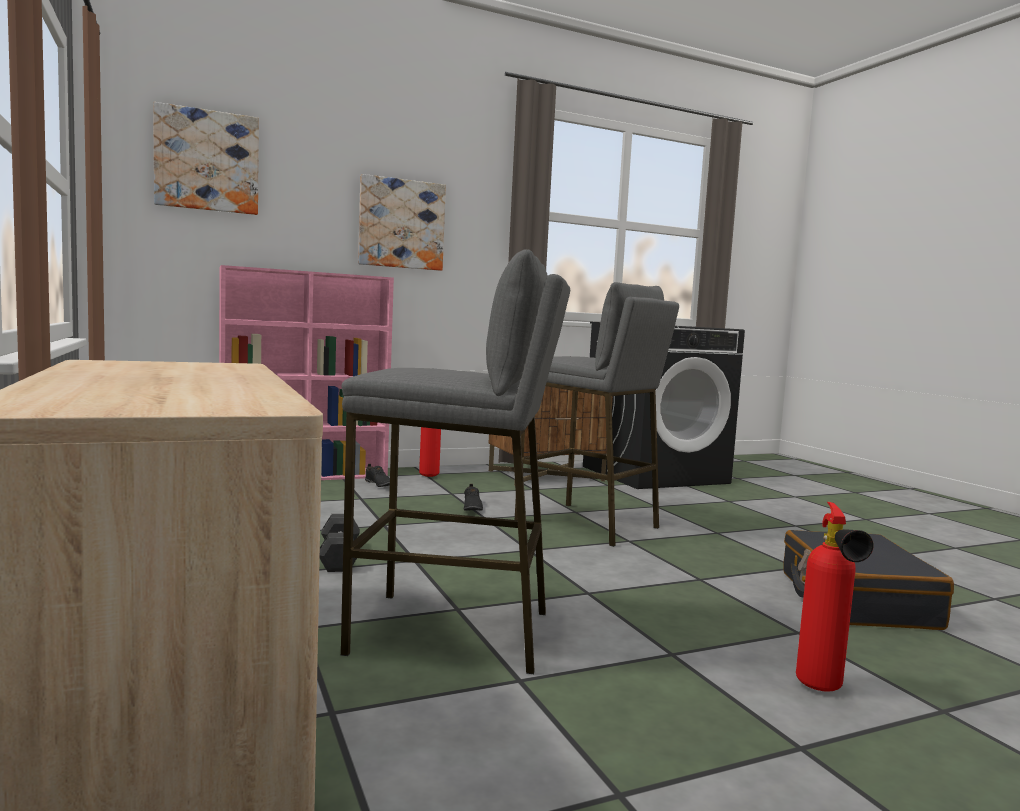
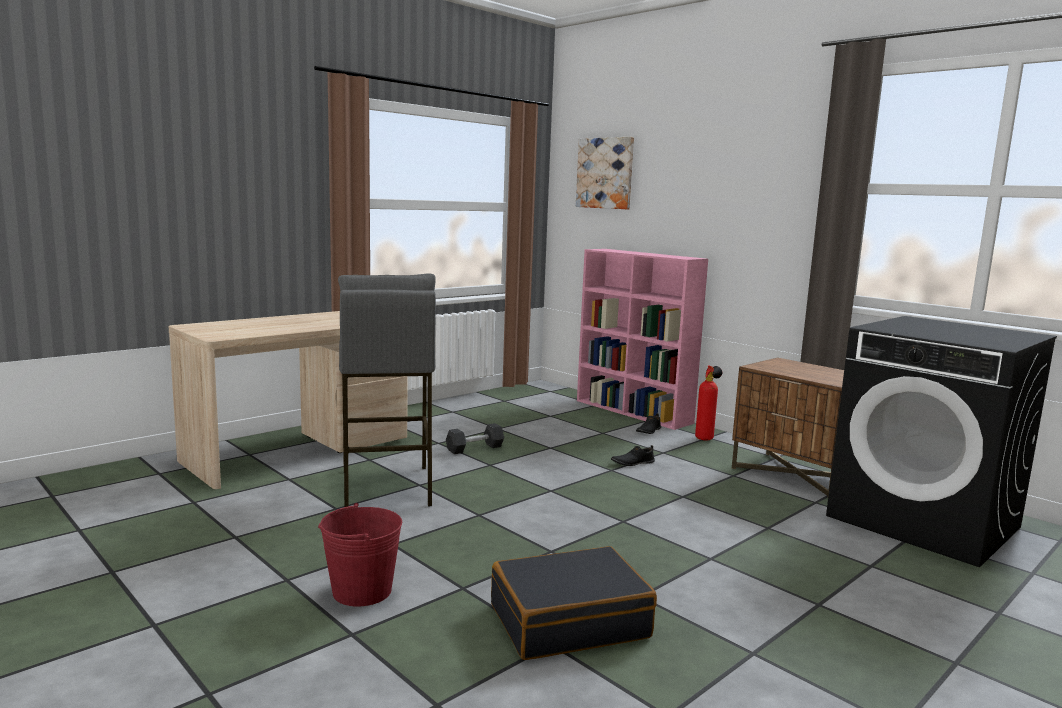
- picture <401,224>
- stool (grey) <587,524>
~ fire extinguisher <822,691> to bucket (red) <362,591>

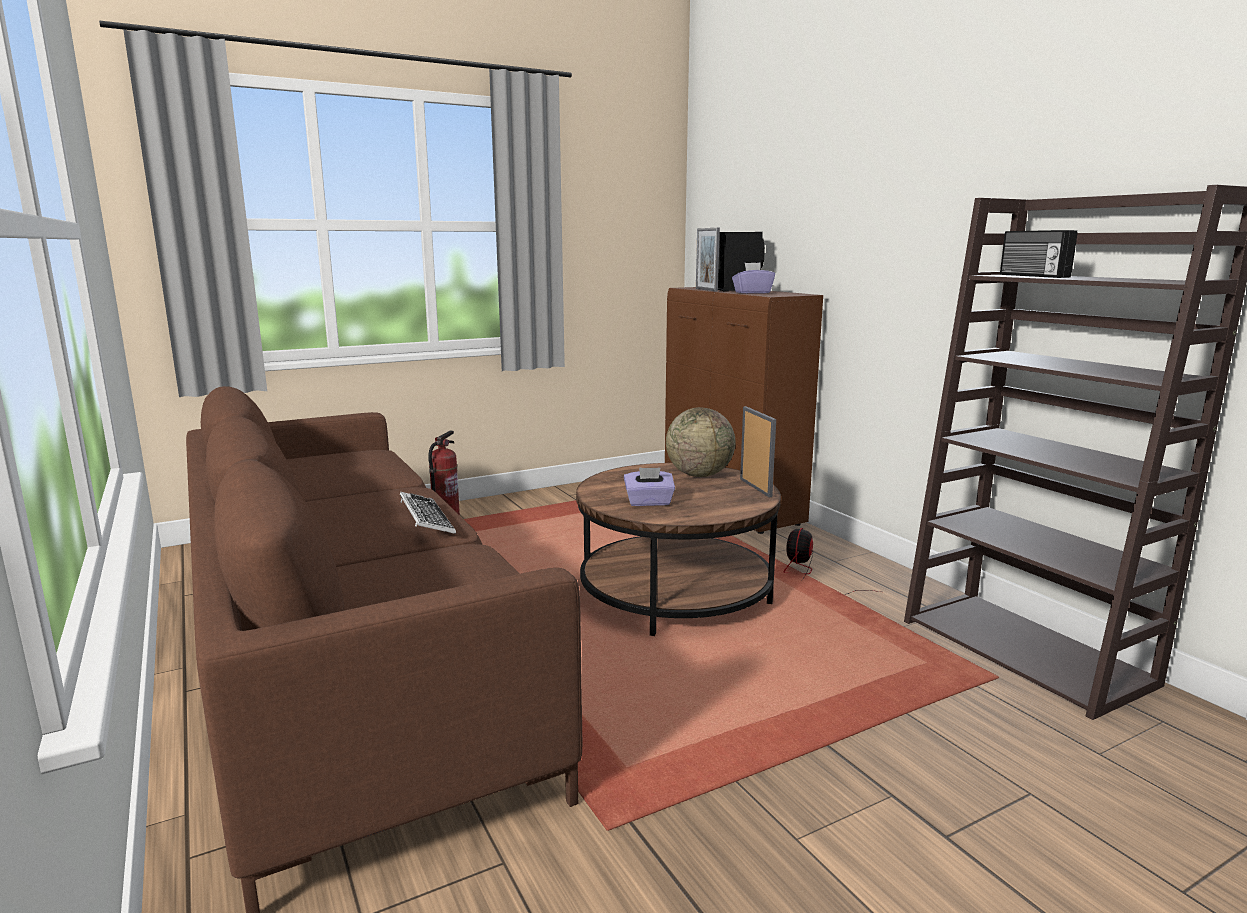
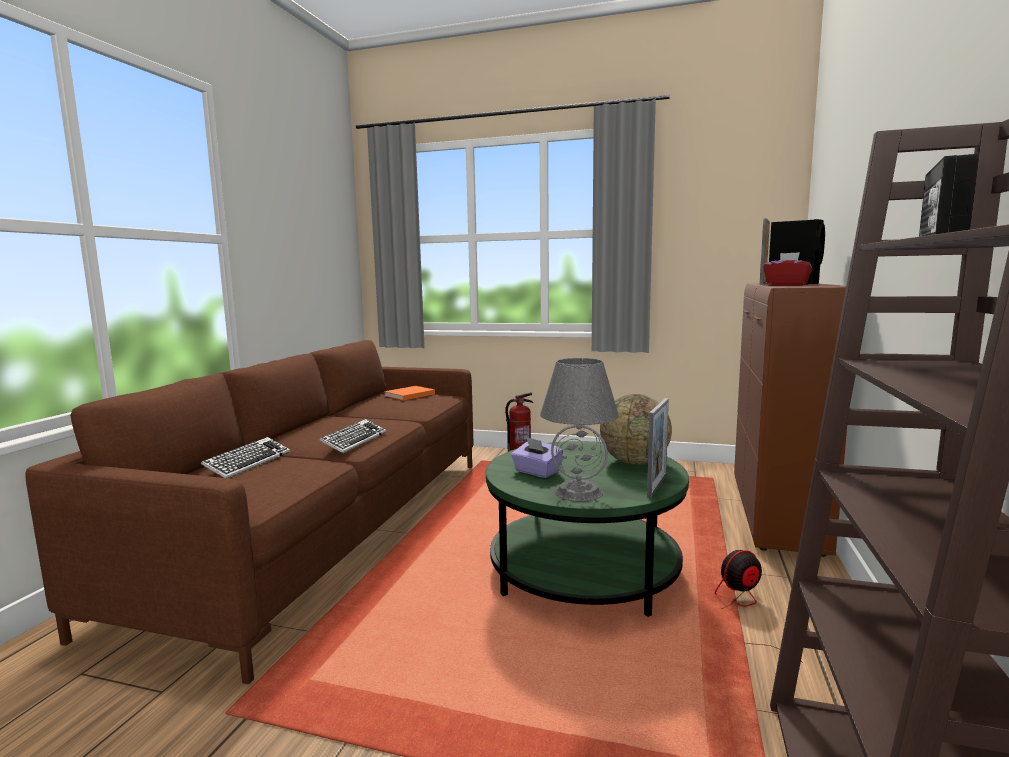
~ coffee table (brown) <675,593> to coffee table (green) <584,570>
~ tissue box (purple) <752,293> to tissue box (red) <786,285>
+ keyboard <248,463>
+ book (orange) <408,395>
+ table lamp (grey) <579,492>

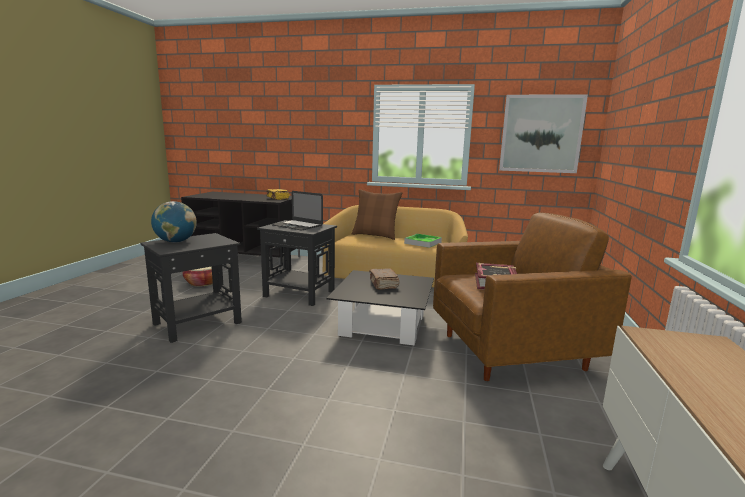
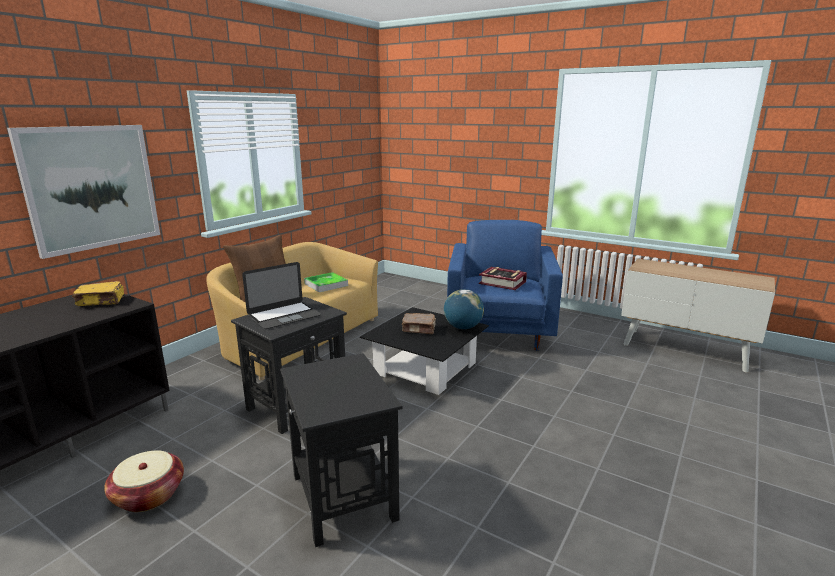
~ globe <176,242> to <463,327>
~ armchair (brown) <510,352> to armchair (blue) <499,331>
~ picture <541,134> to <91,187>

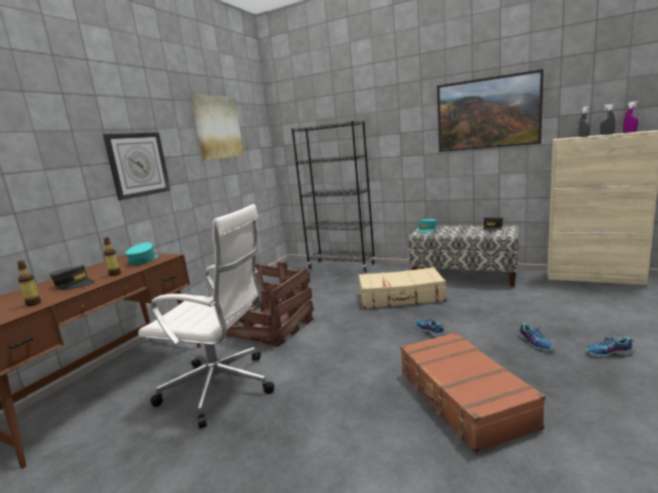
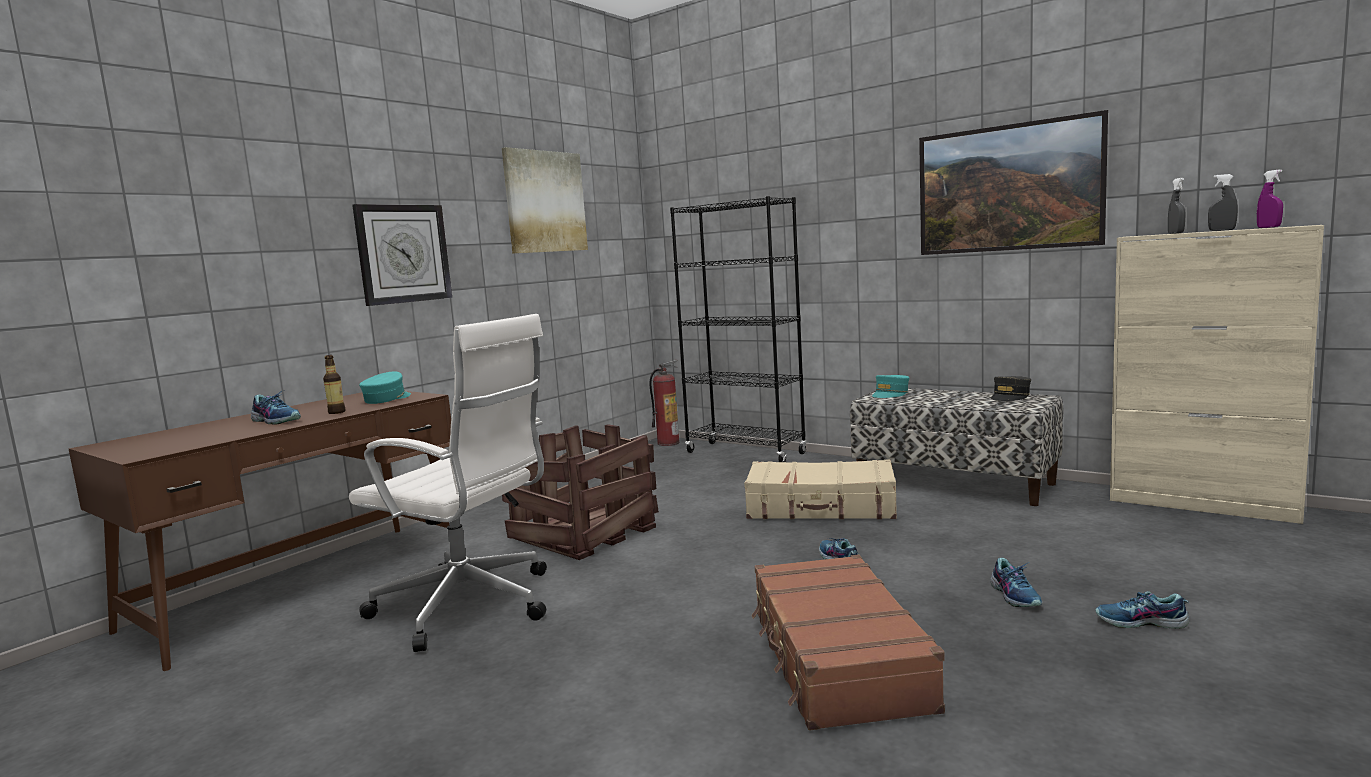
- bottle <33,304>
~ cap (grey) <74,284> to shoe <276,420>
+ fire extinguisher <668,443>

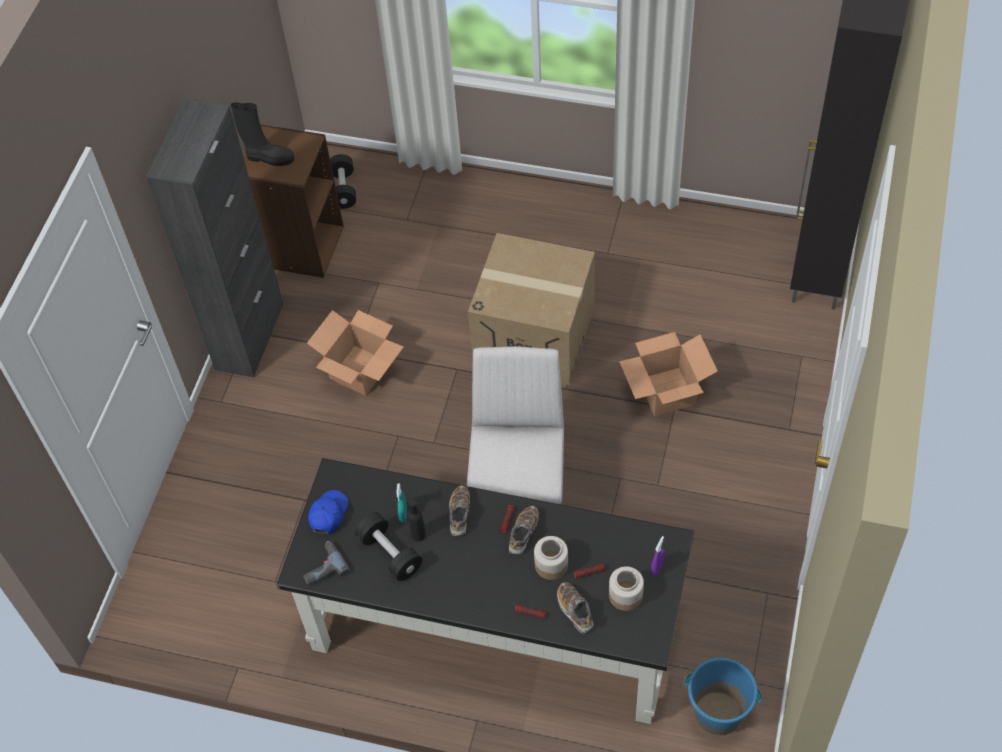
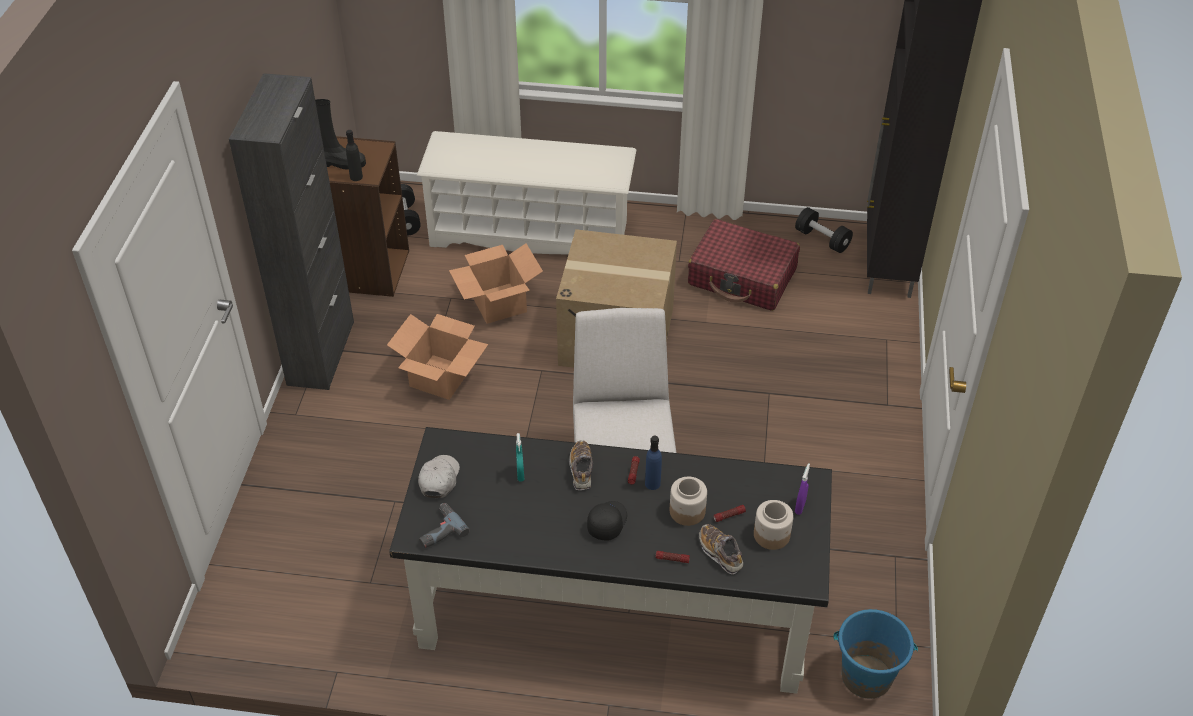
~ cap (blue) <328,514> to cap (white) <439,479>
~ dumbbell (black) <390,553> to <822,239>
~ bottle (black) <418,534> to <356,177>
~ shoe <523,533> to bottle (blue) <652,483>
~ cardboard box <667,392> to <499,304>
+ shoe rack (white) <531,233>
+ cap (black) <607,522>
+ suitcase (red) <742,277>

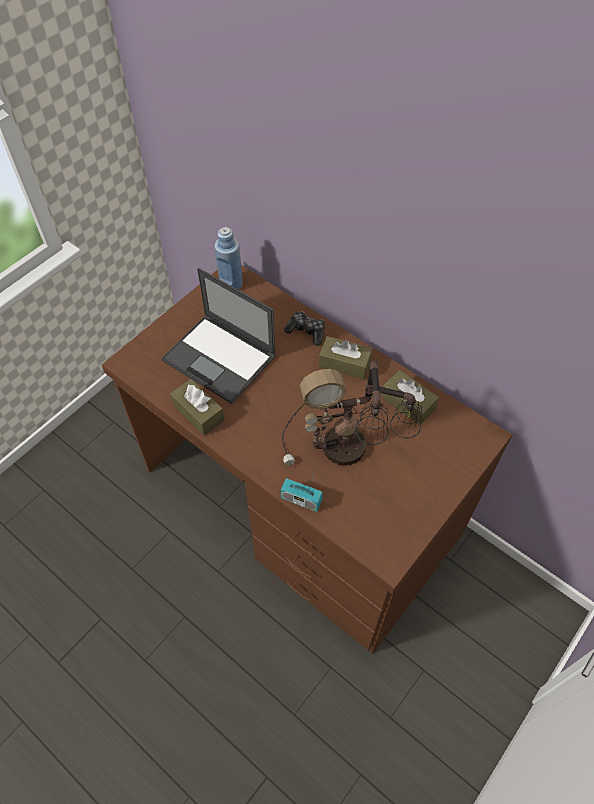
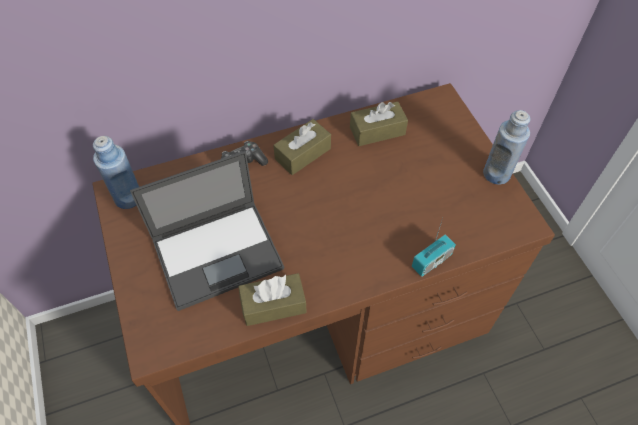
- table lamp <347,448>
+ bottle (blue) <496,174>

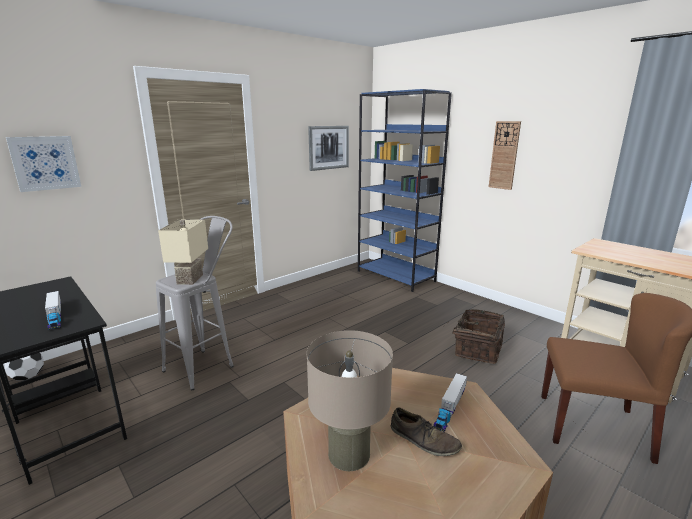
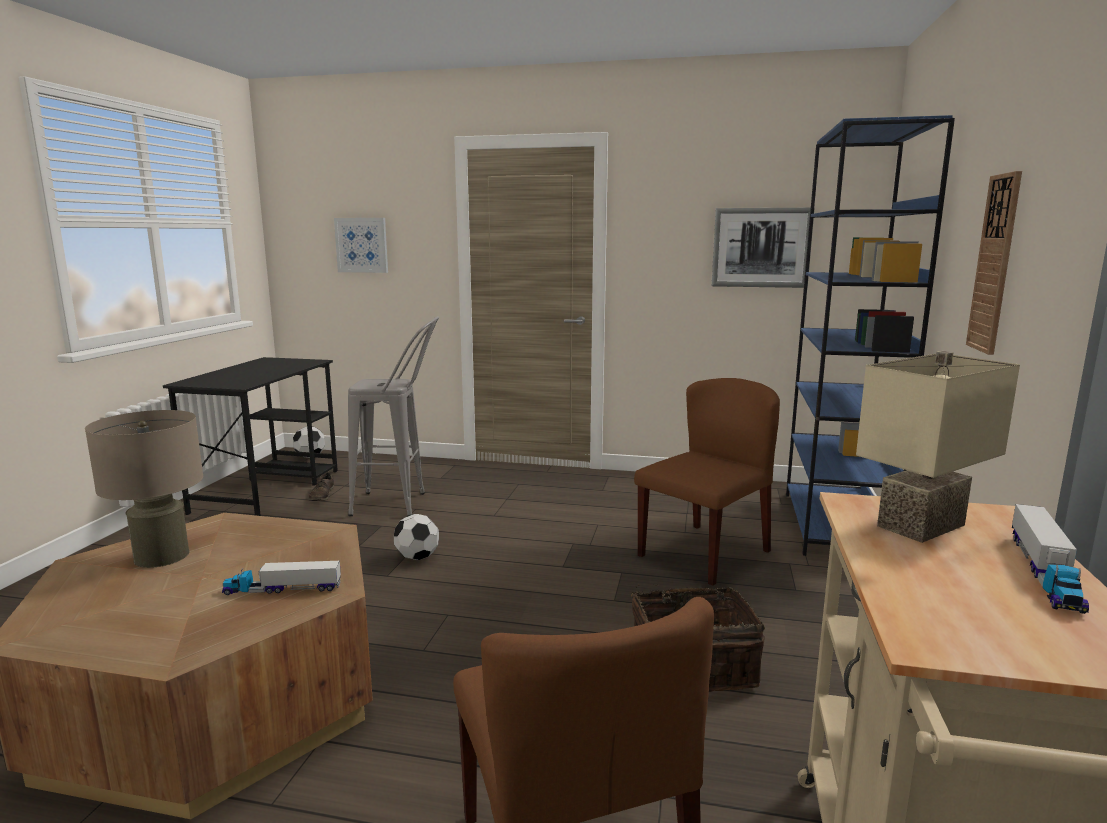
~ toy truck <55,316> to <1044,572>
~ table lamp (beige) <191,279> to <924,527>
~ shoe (brown) <424,440> to <322,495>
+ football <417,557>
+ chair (brown) <704,552>

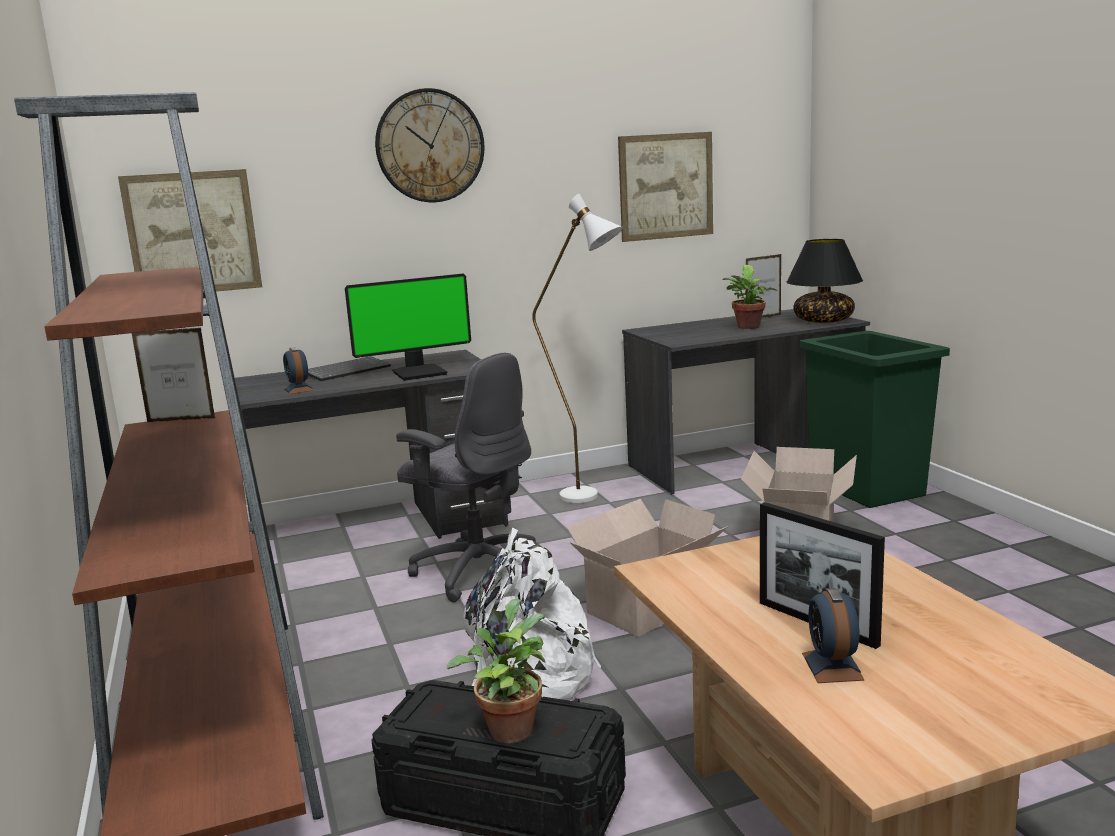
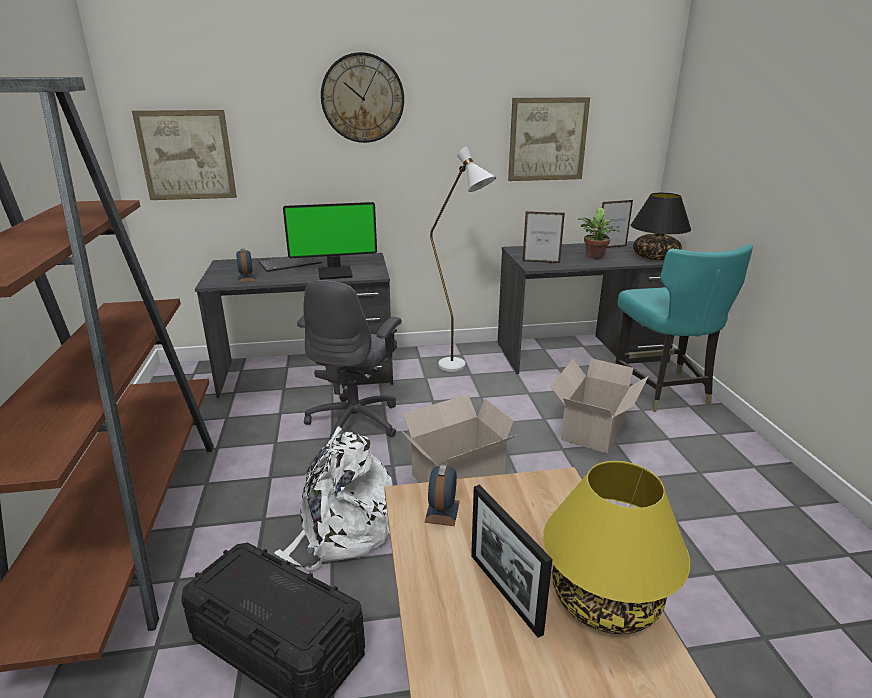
~ picture frame <181,420> to <541,262>
~ office chair (grey) <477,570> = <355,421> 60 degrees clockwise
- potted plant <510,727>
~ trash can (green) <866,488> to chair (turquoise) <662,391>
~ alarm clock <832,666> to <442,511>
+ table lamp (yellow) <604,599>

